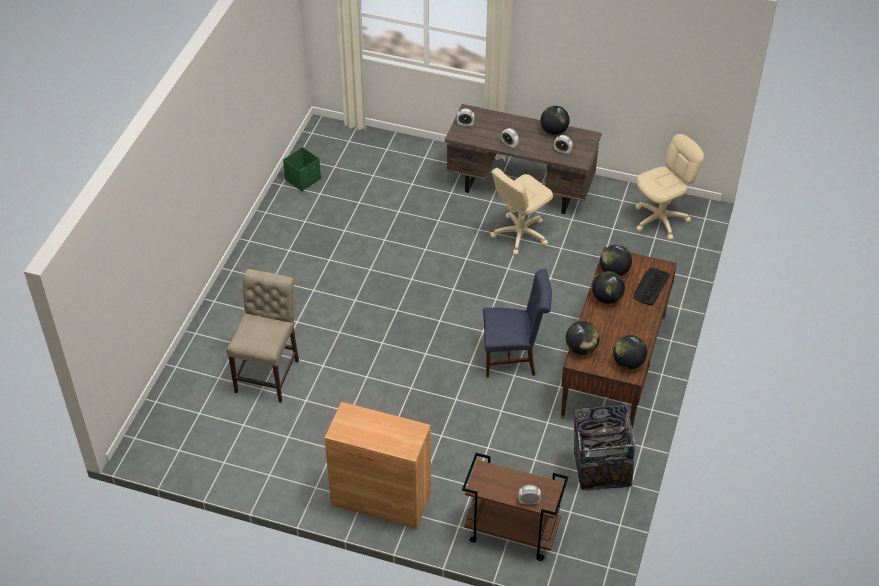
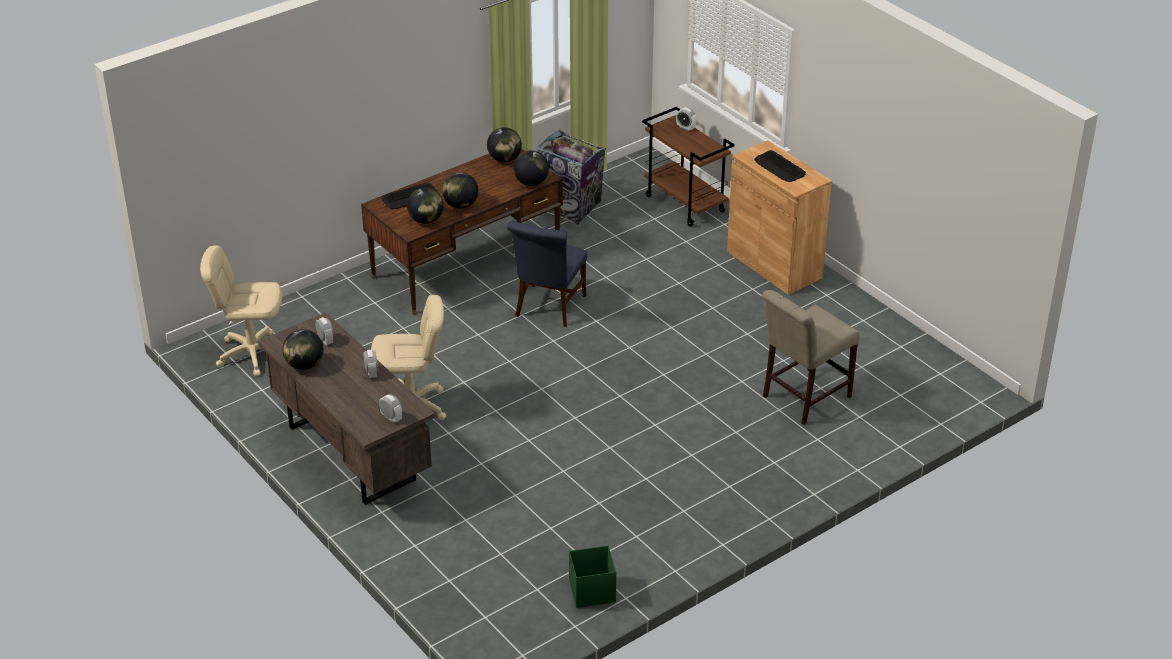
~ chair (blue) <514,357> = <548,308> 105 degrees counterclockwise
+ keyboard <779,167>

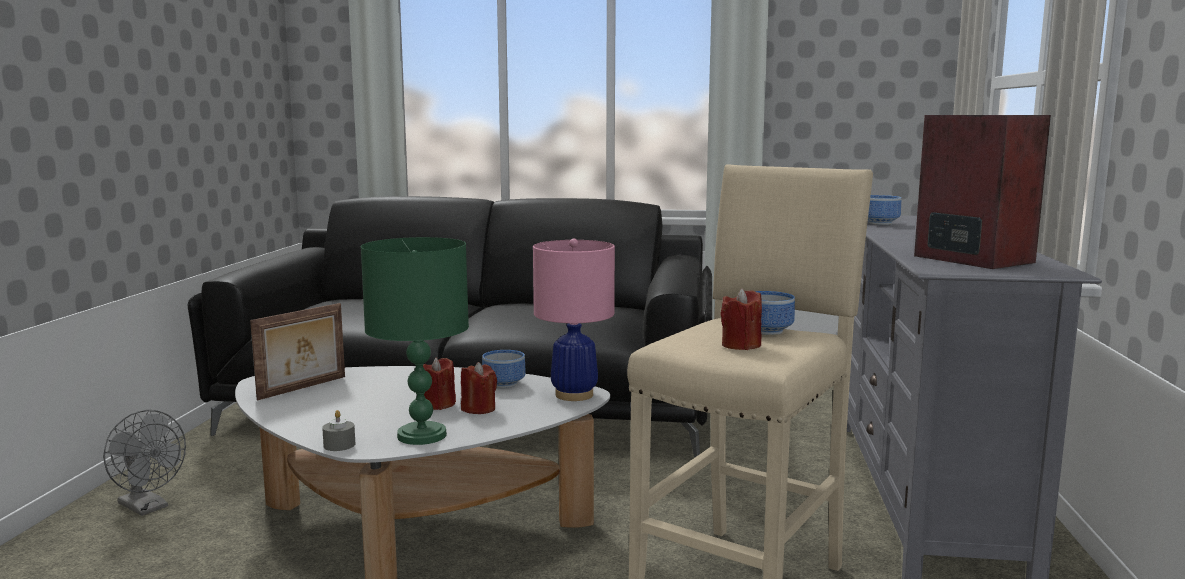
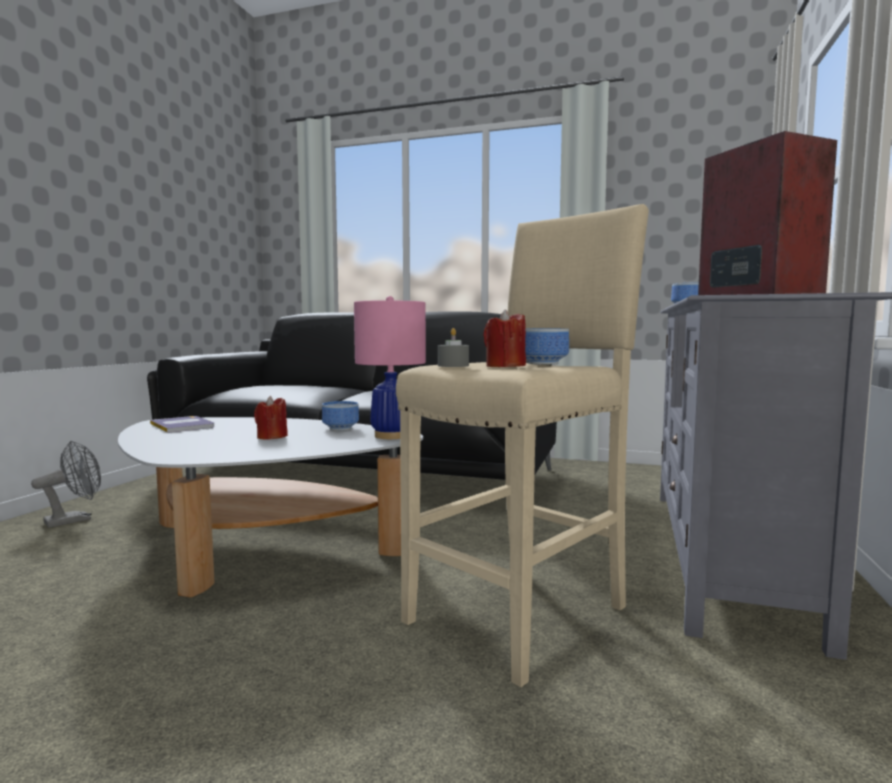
~ fan (grey) <148,507> = <75,519> 90 degrees counterclockwise
~ picture frame <303,388> to book <182,425>
~ candle (grey) <339,445> to <453,365>
- table lamp (green) <421,436>
- candle (red) <478,409>

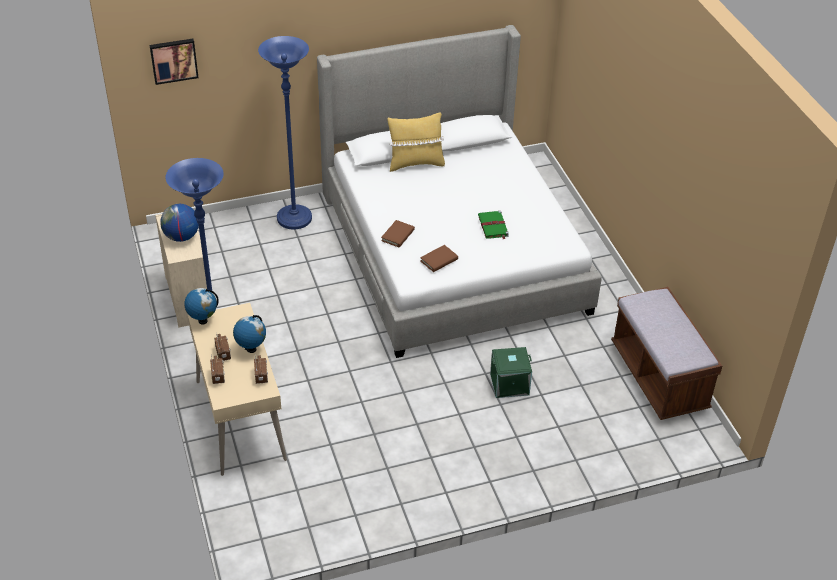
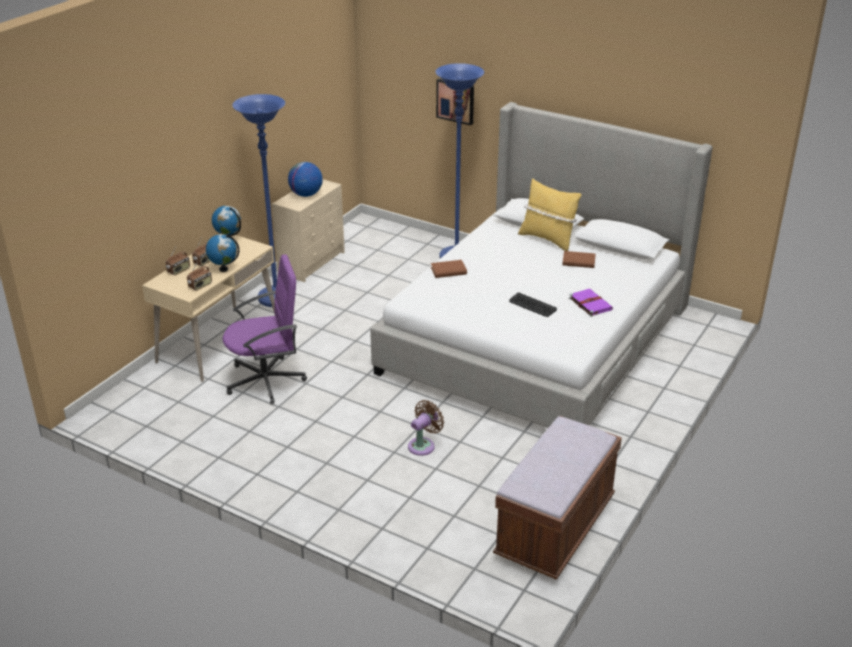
~ picture <173,60> to <456,101>
~ book (brown) <439,260> to <578,261>
~ book (green) <493,226> to keyboard <532,305>
~ storage box (green) <509,384> to fan (brown) <423,445>
+ office chair (purple) <267,380>
+ book (purple) <589,303>

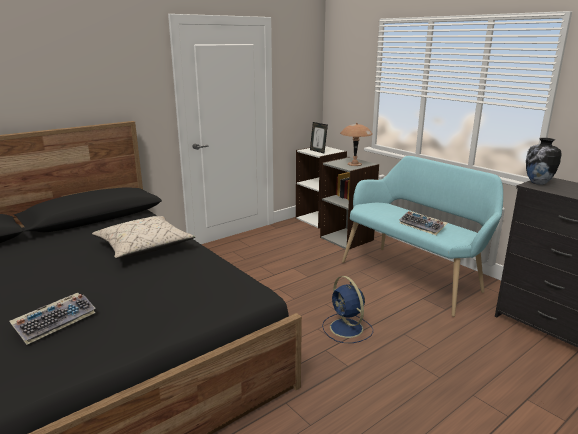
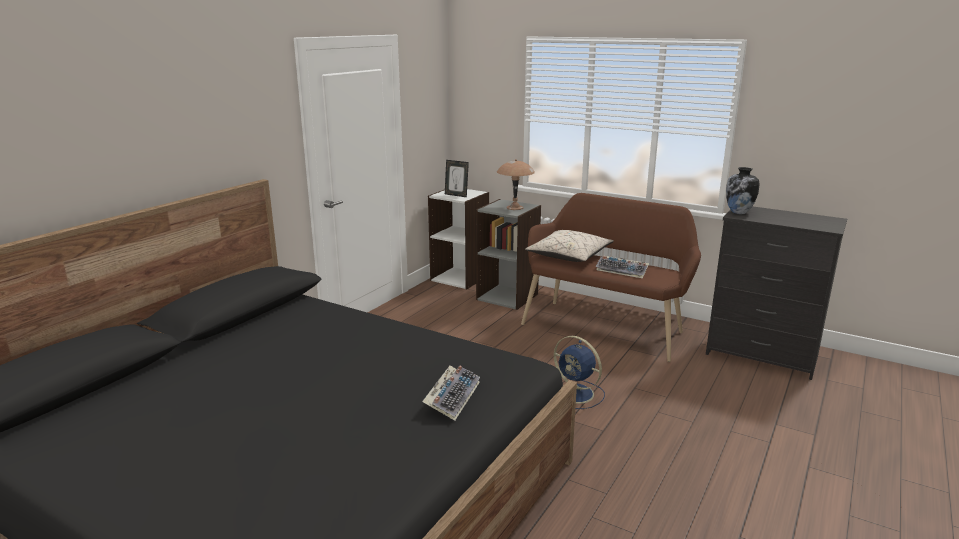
~ keyboard <56,322> to <452,397>
~ pillow (beige) <144,247> to <569,256>
~ bench (turquoise) <414,276> to bench (brown) <606,327>

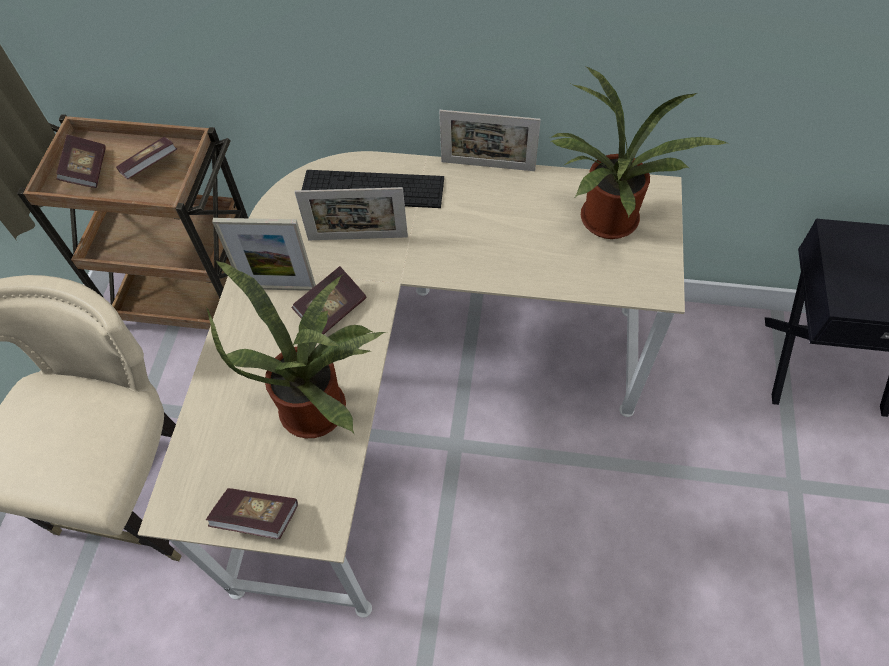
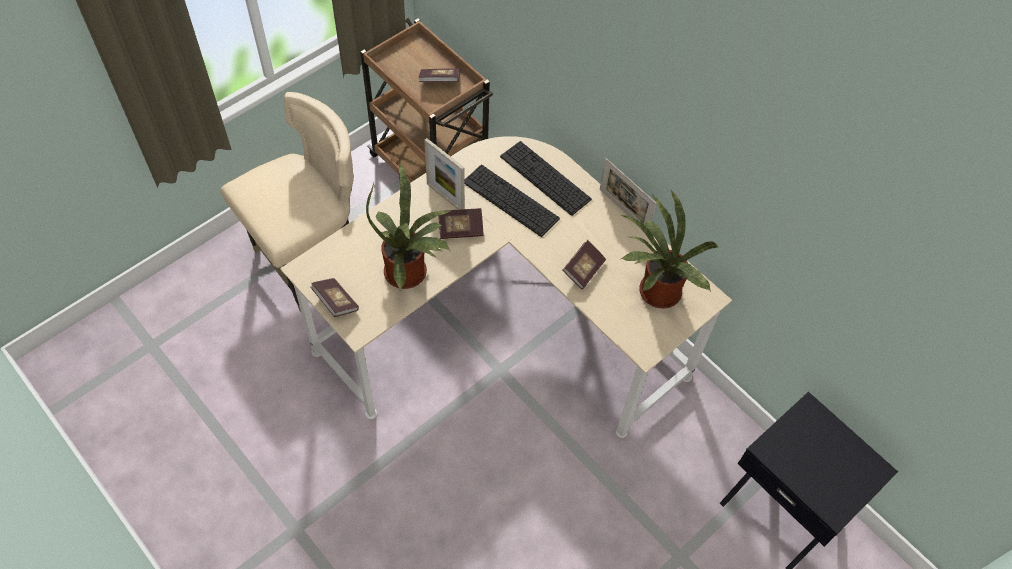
~ book <87,170> to <583,270>
~ picture frame <358,238> to keyboard <510,200>

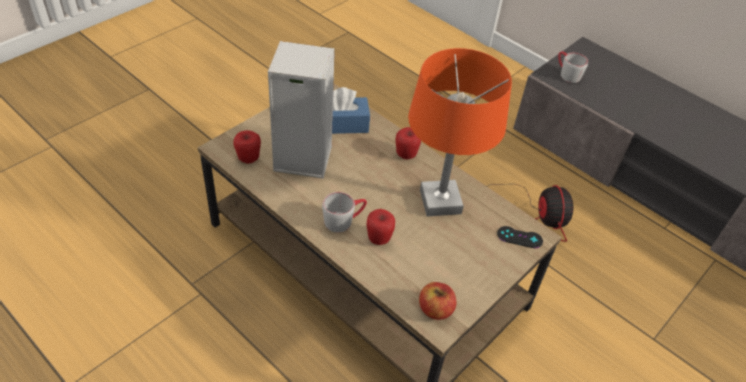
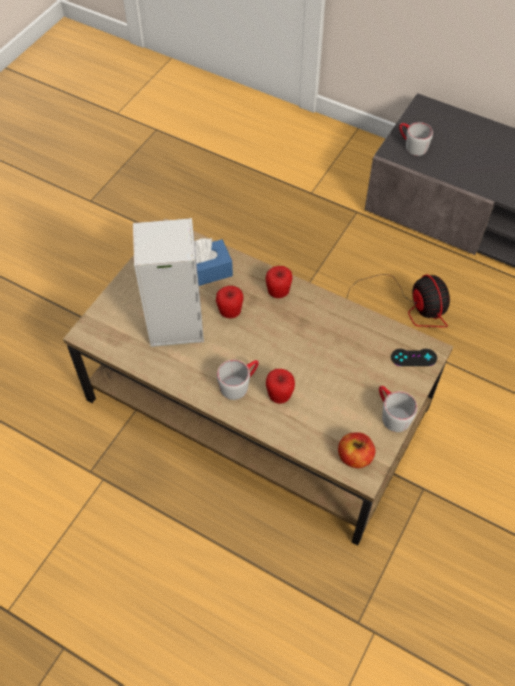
~ apple <248,158> to <230,312>
- table lamp (orange) <440,202>
+ mug (grey) <391,414>

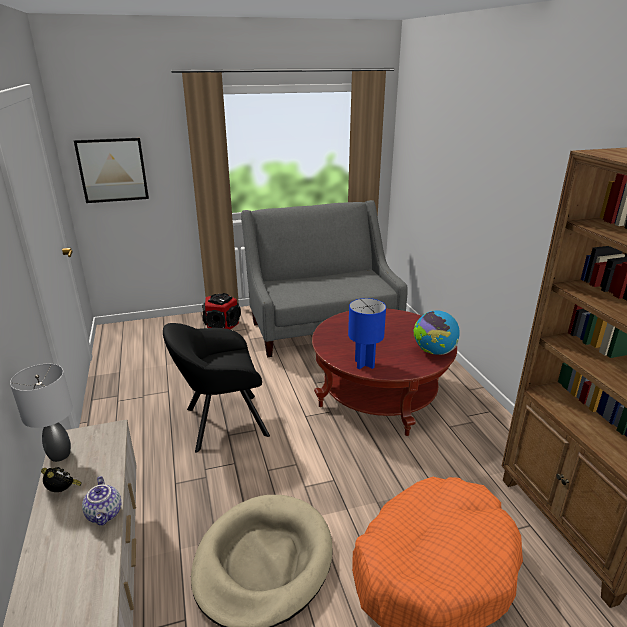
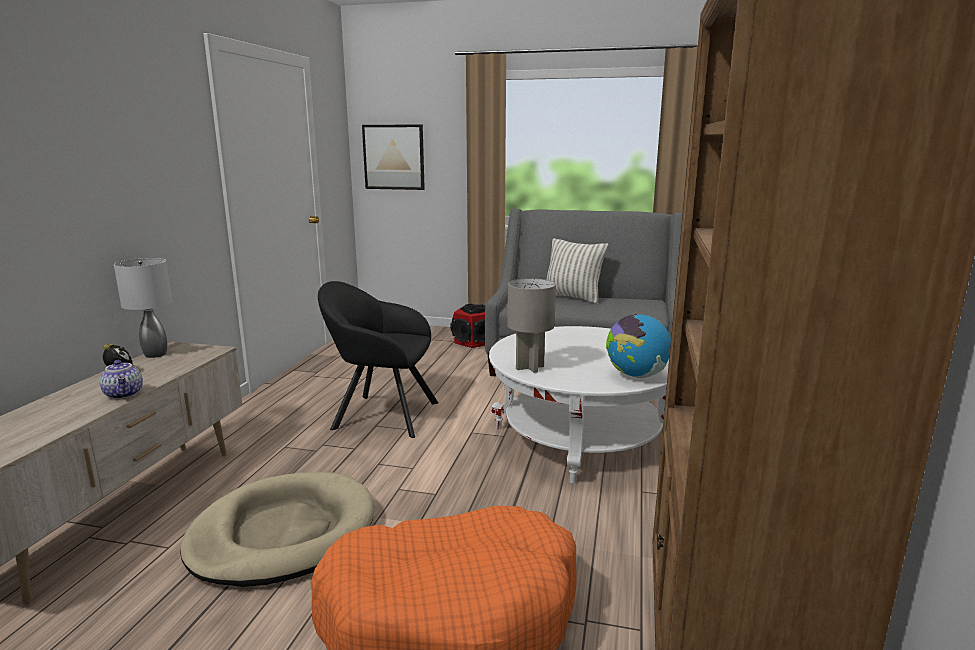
~ teapot <105,514> = <125,394> 45 degrees counterclockwise
~ coffee table (red) <379,395> to coffee table (white) <582,437>
~ table lamp (blue) <364,364> to table lamp (grey) <530,367>
+ pillow <572,297>

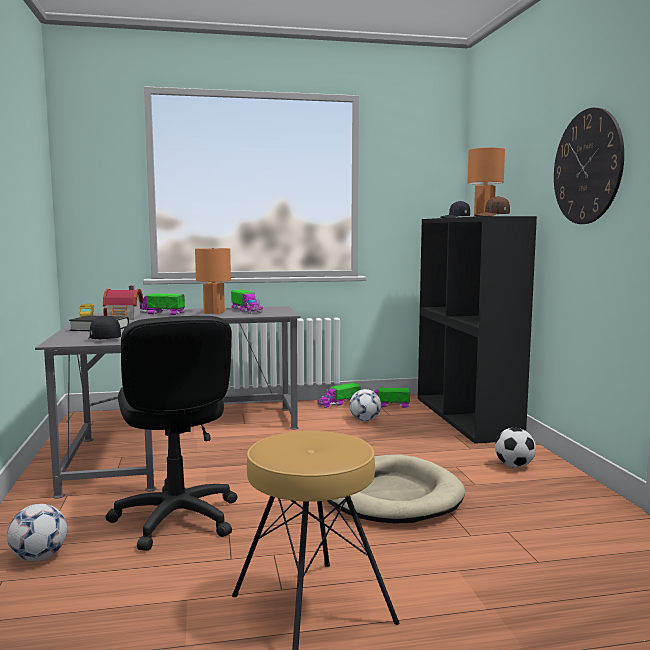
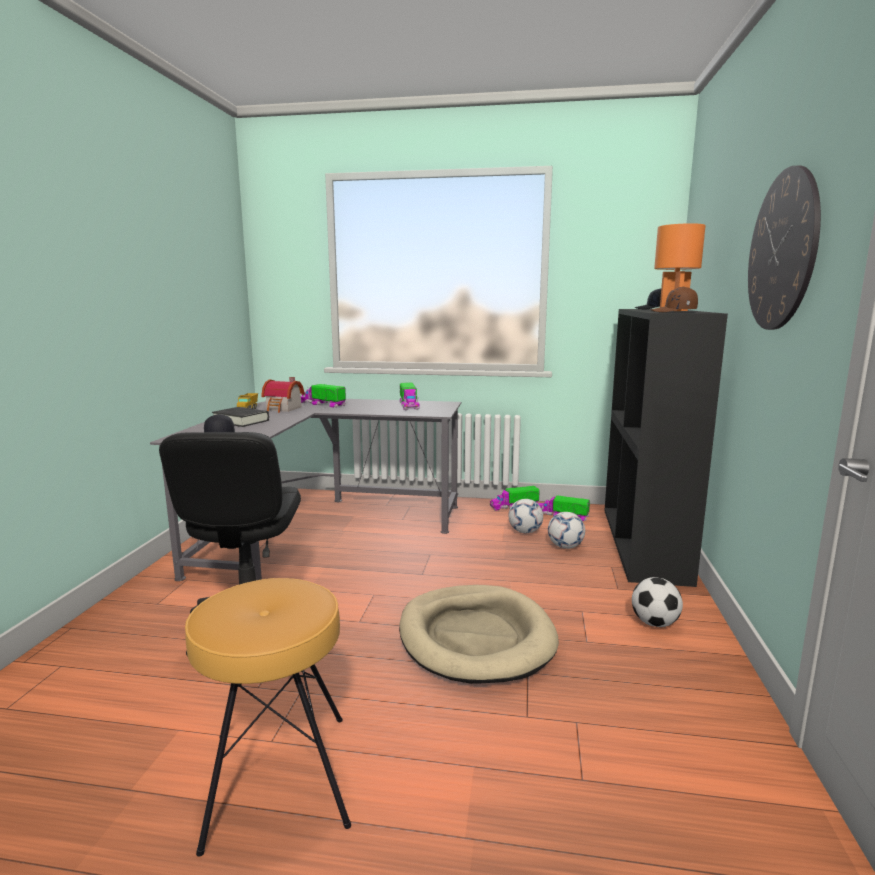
~ football <39,557> to <565,547>
- table lamp (orange) <213,313>

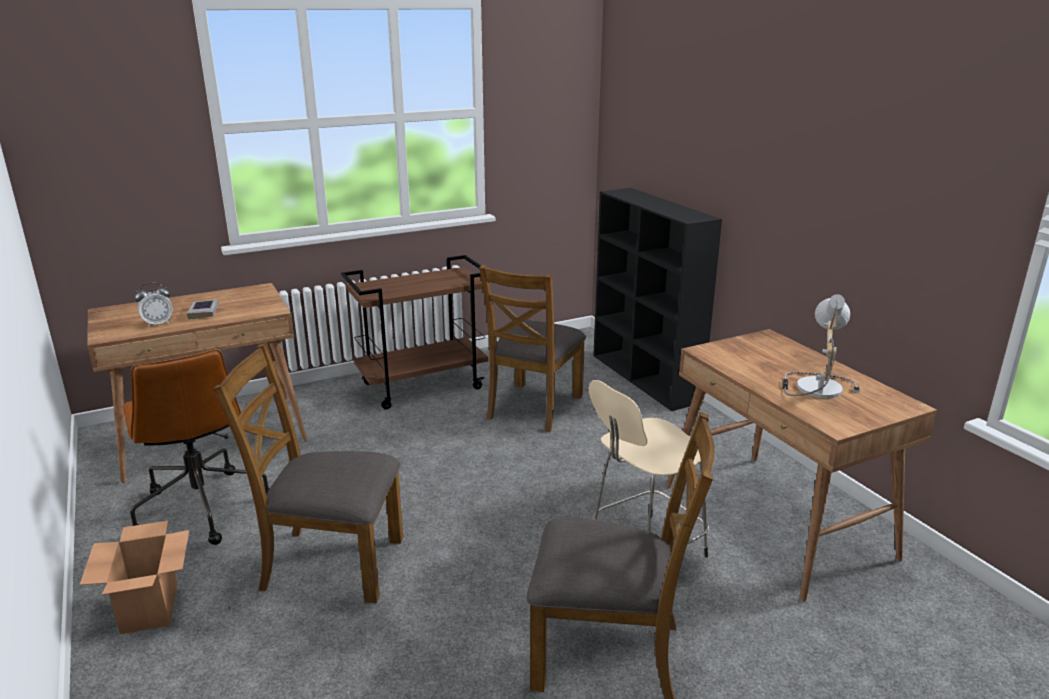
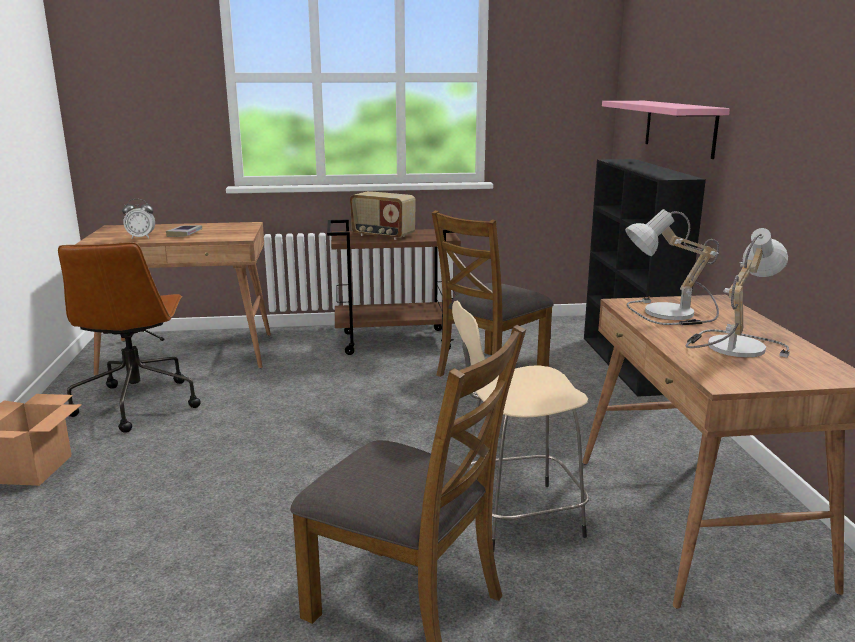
- chair (brown) <331,563>
+ radio <382,235>
+ shelf (pink) <679,127>
+ table lamp <668,314>

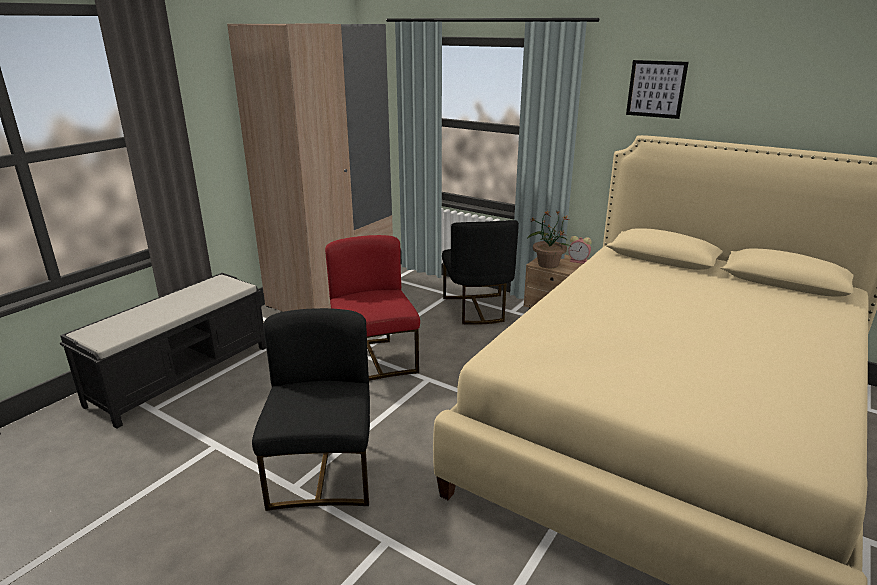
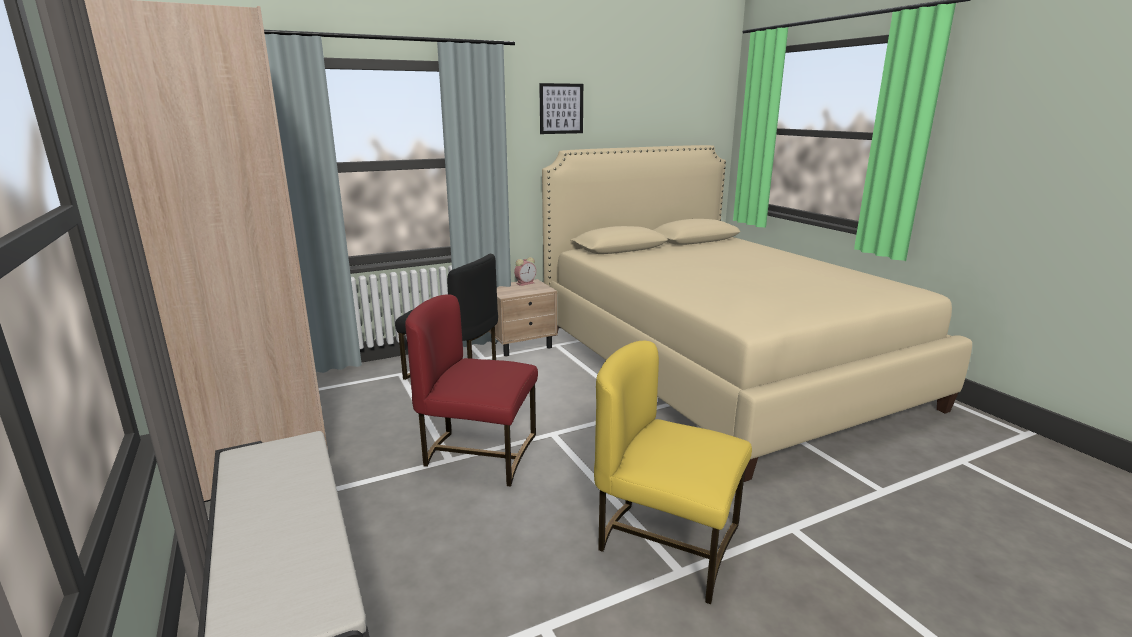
~ chair (black) <323,472> to chair (yellow) <666,543>
- potted plant <548,264>

